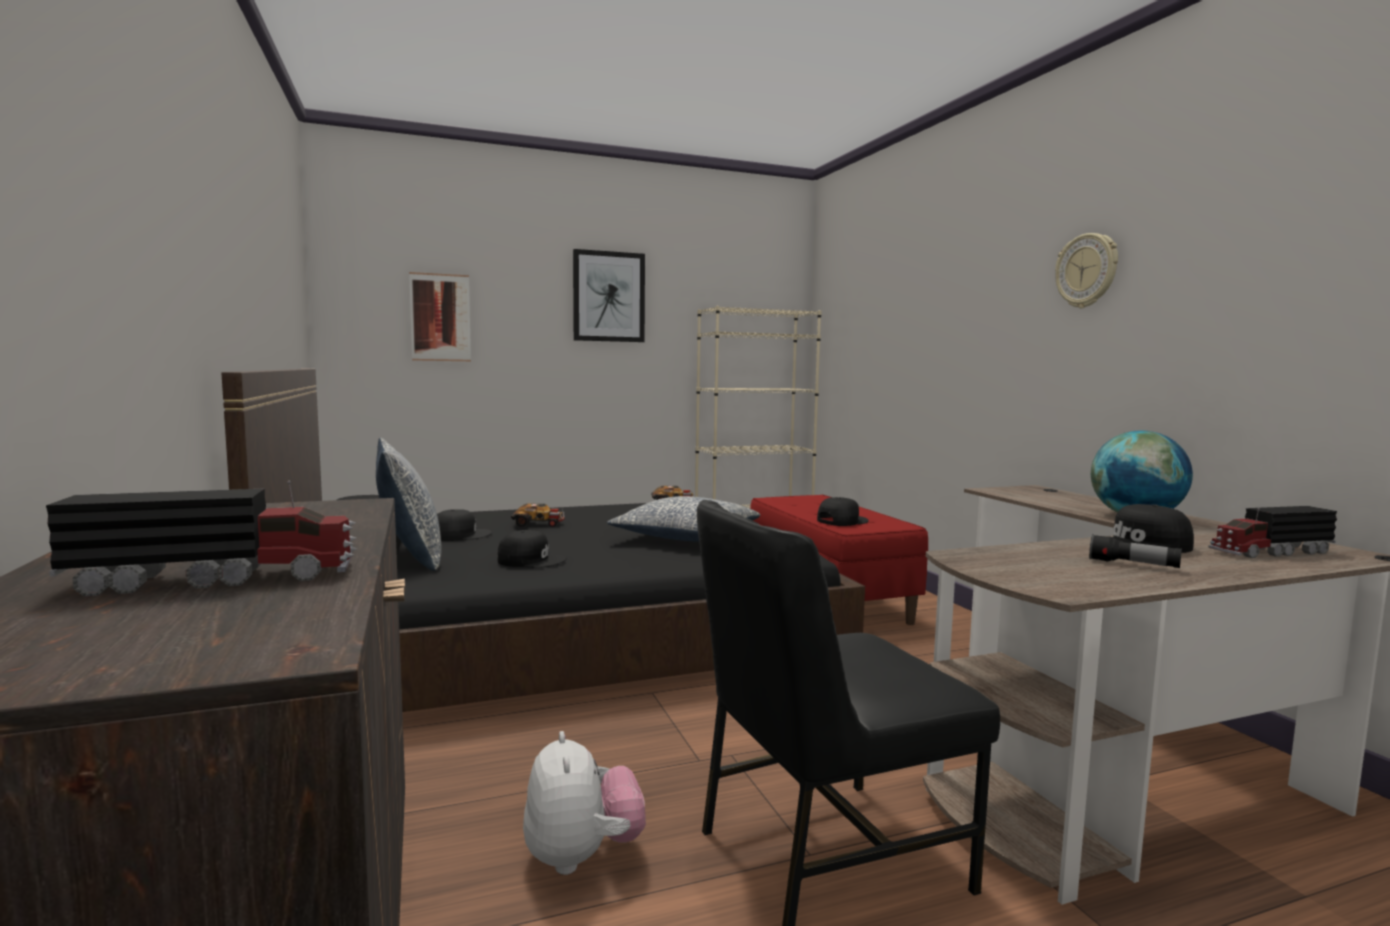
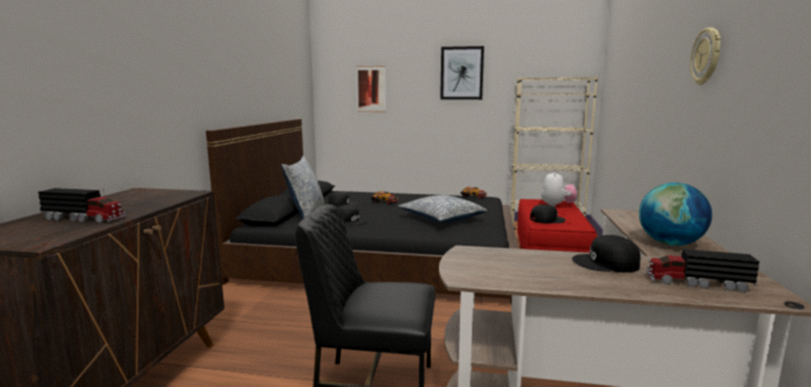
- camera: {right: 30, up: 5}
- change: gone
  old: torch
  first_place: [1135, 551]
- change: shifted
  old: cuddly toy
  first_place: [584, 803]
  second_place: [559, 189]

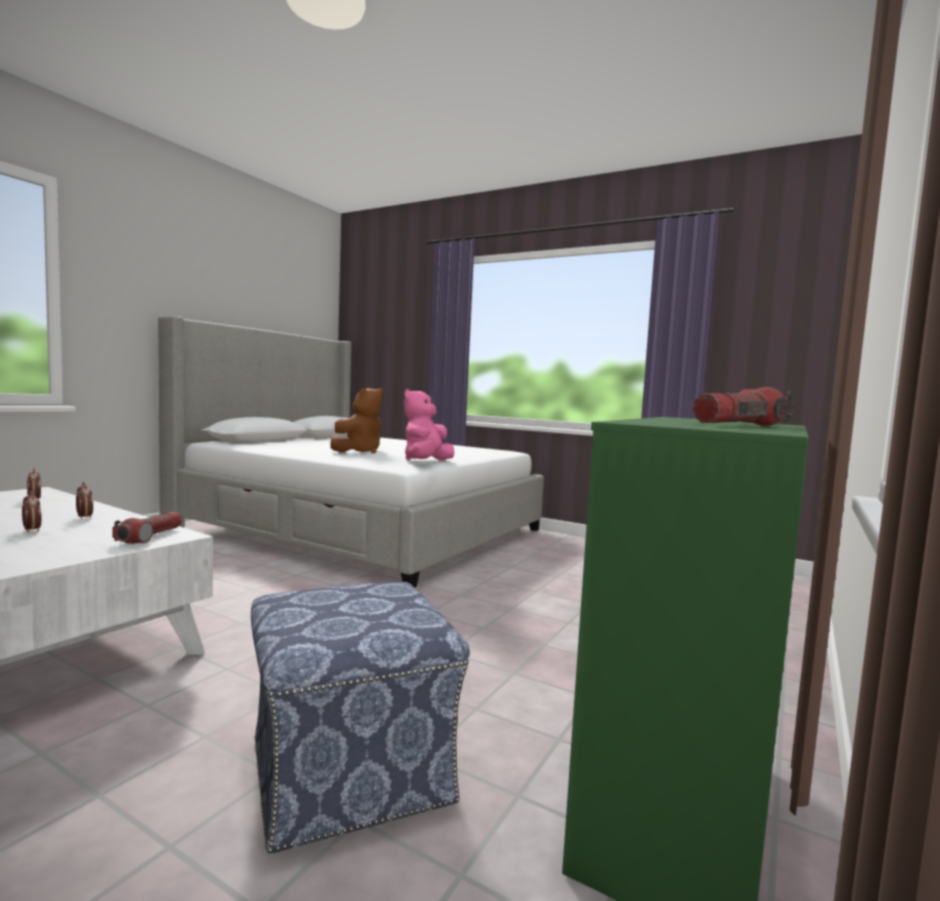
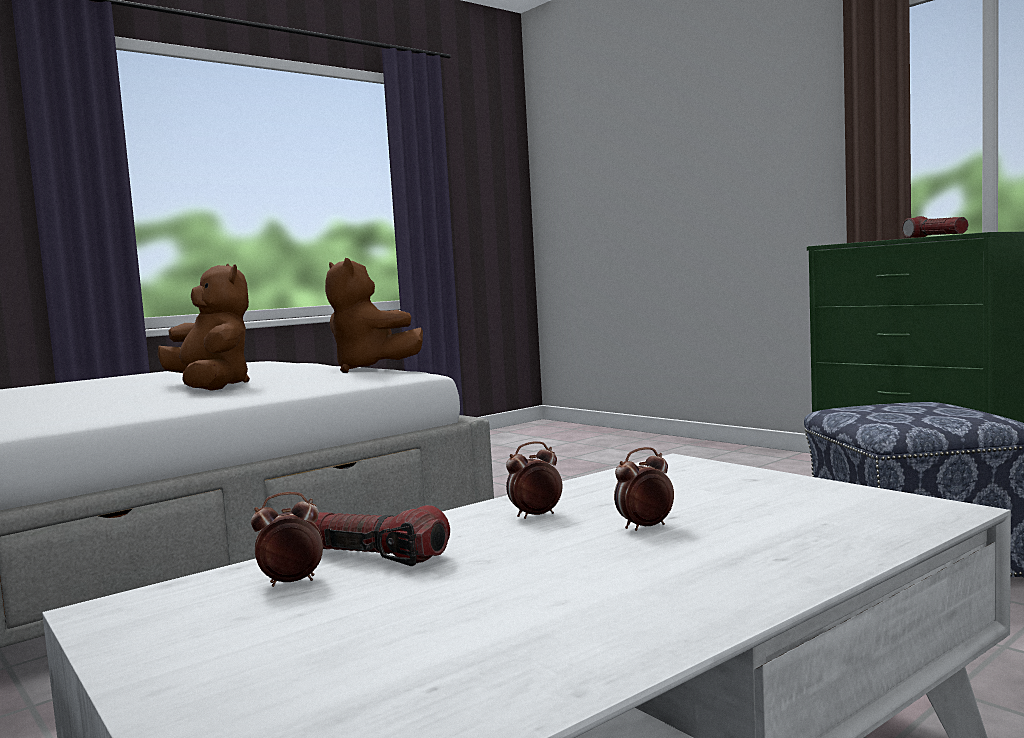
- camera: {right: -70, up: 0}
- change: shifted
  old: torch
  first_place: [147, 528]
  second_place: [382, 535]
- change: repainted
  old: pink-coloured cuddly toy
  new: brown cuddly toy
  first_place: [429, 424]
  second_place: [374, 315]

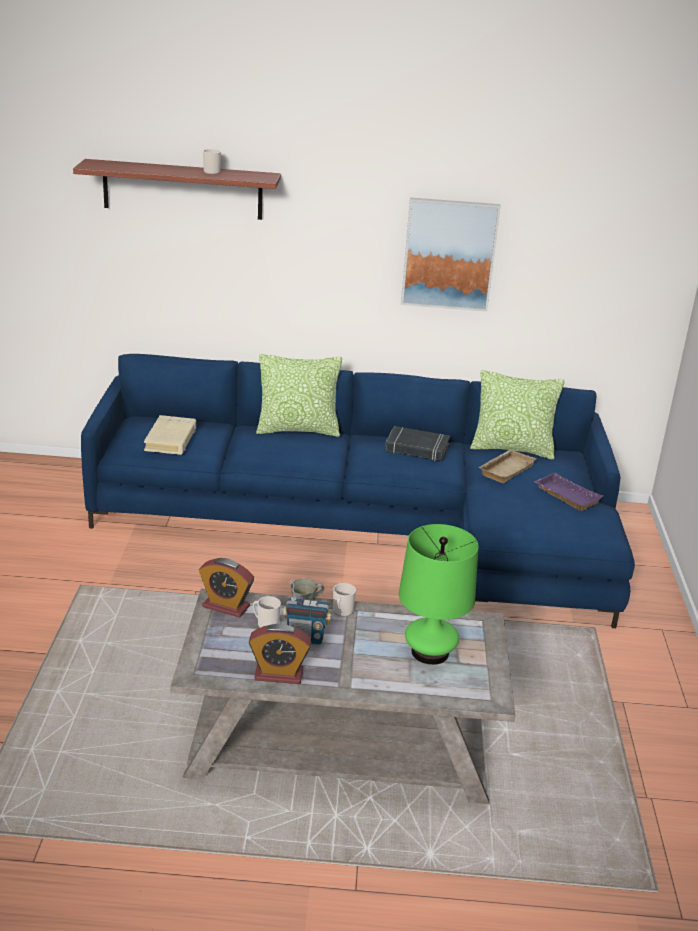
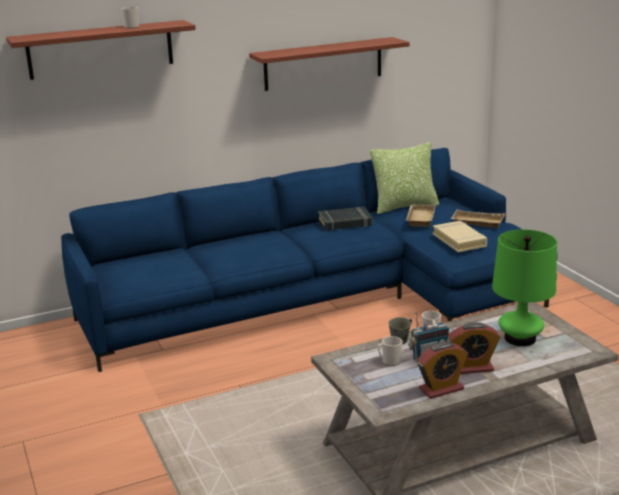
- camera: {right: -25, up: -5}
- change: gone
  old: throw pillow
  first_place: [299, 395]
- change: shifted
  old: beige-coloured volume
  first_place: [170, 435]
  second_place: [460, 236]
- change: shifted
  old: bedside clock
  first_place: [226, 588]
  second_place: [474, 348]
- change: swapped
  old: wall picture
  new: shelf
  first_place: [451, 254]
  second_place: [329, 64]
- change: repainted
  old: purplish tray
  new: beige-coloured tray
  first_place: [568, 491]
  second_place: [478, 218]

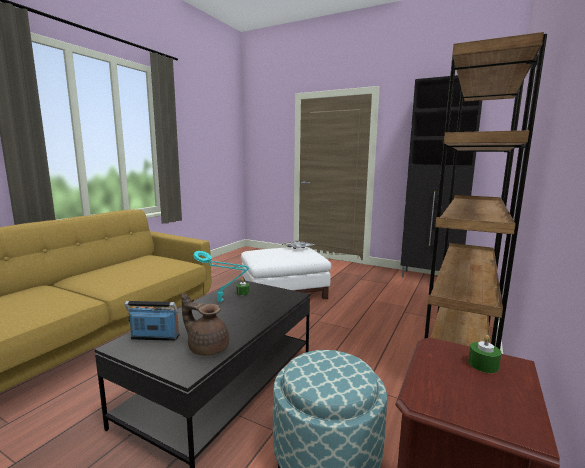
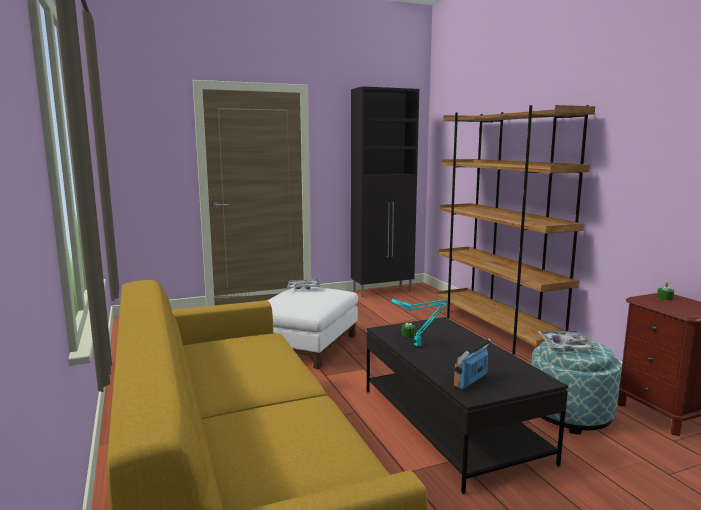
- camera: {right: -50, up: 0}
- change: gone
  old: brown pot for tea
  first_place: [205, 324]
- change: new
  new: tray
  second_place: [567, 341]

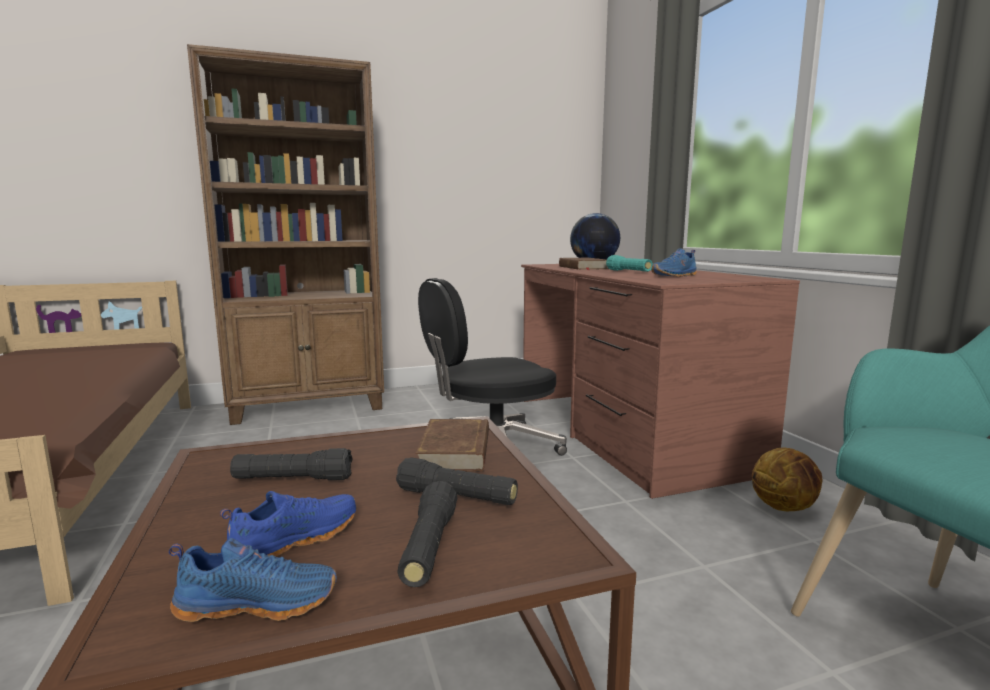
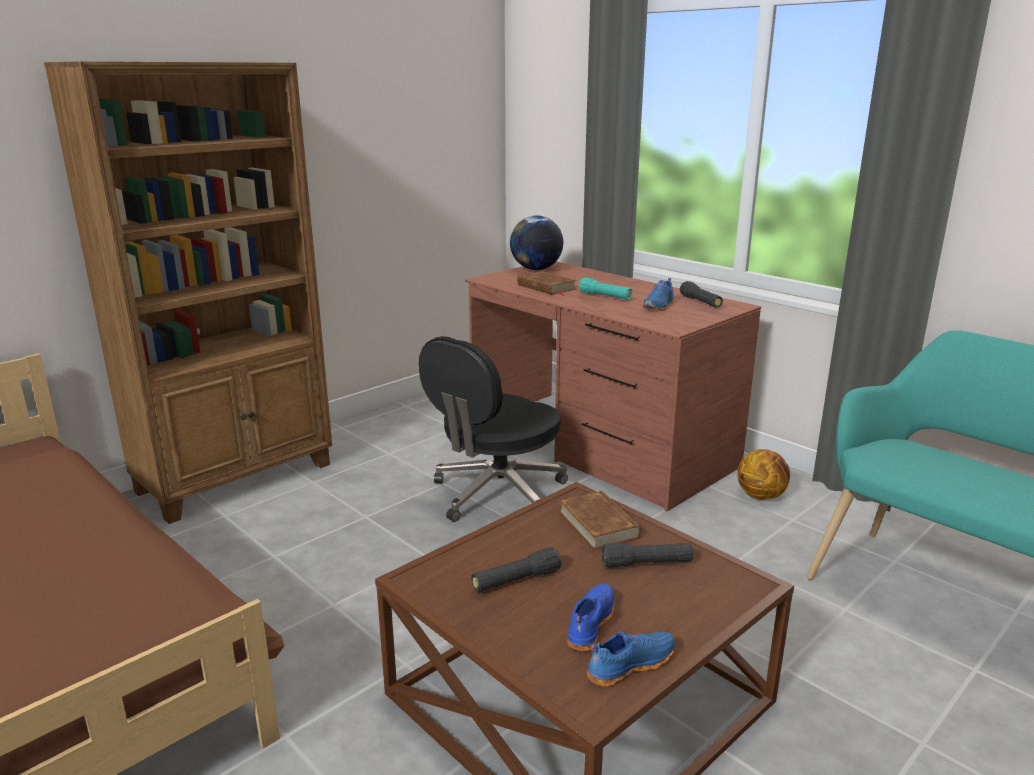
- camera: {right: -25, up: 10}
- change: shifted
  old: blackish torch
  first_place: [427, 534]
  second_place: [701, 294]

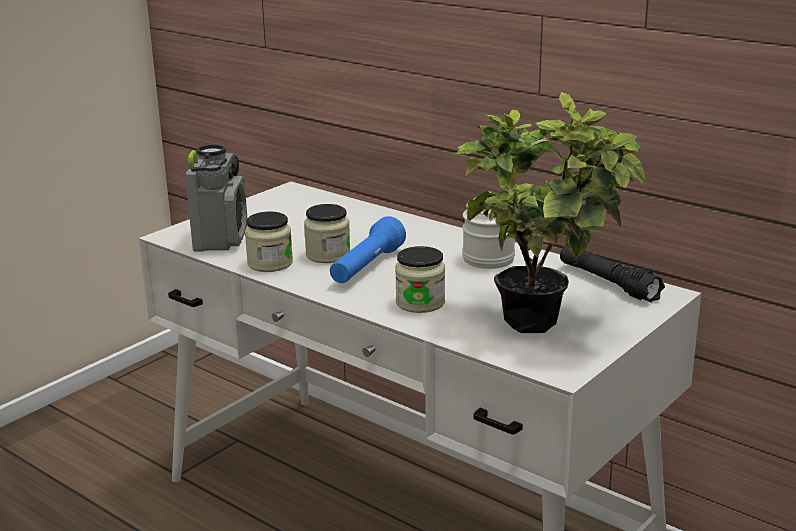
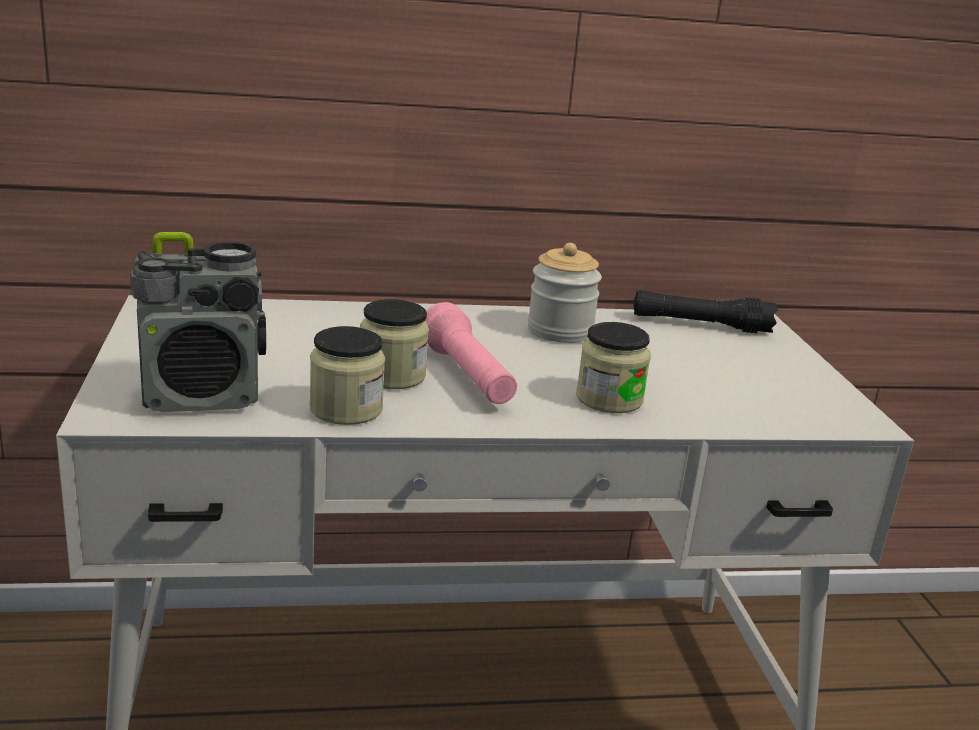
- camera: {right: -50, up: 0}
- change: gone
  old: plant in a pot
  first_place: [550, 212]
- change: repainted
  old: blue torch
  new: pink-coloured torch
  first_place: [368, 249]
  second_place: [471, 353]
- change: rotated
  old: radio receiver
  first_place: [216, 198]
  second_place: [198, 322]
  degrees: 120

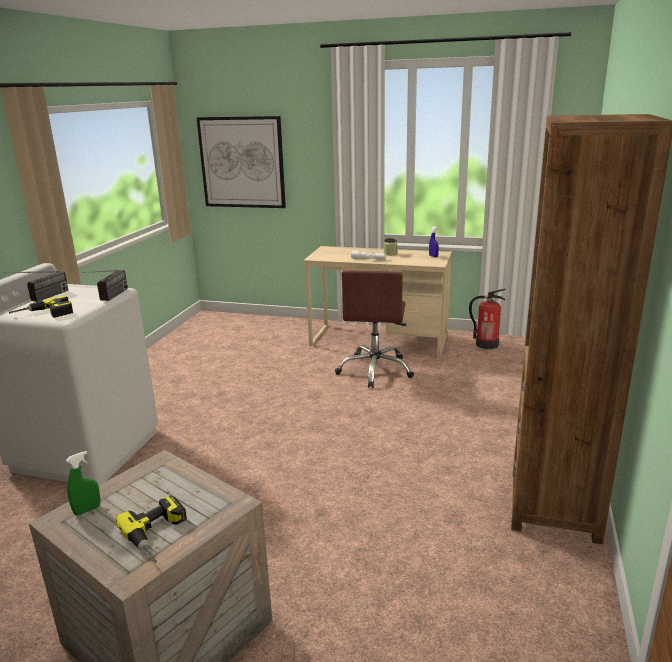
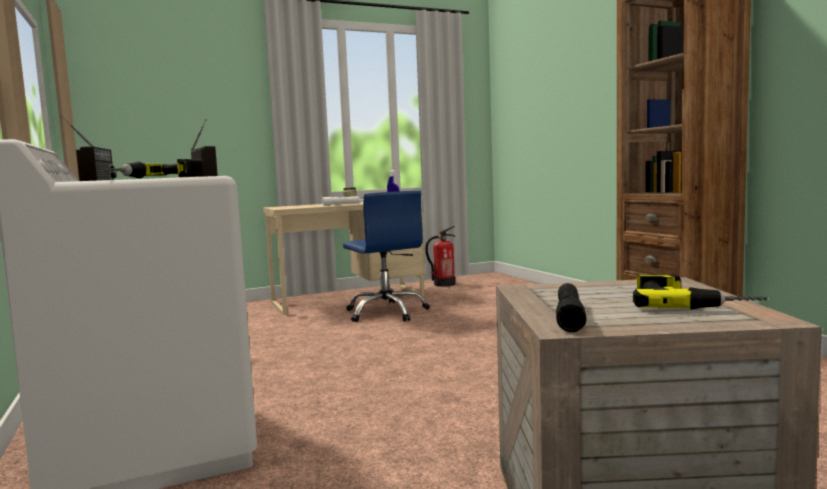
- camera: {right: -40, up: -15}
- change: gone
  old: wall picture
  first_place: [241, 162]
- change: swapped
  old: greenish sprayer
  new: blackish torch
  first_place: [83, 483]
  second_place: [571, 307]
- change: repainted
  old: brown desk chair
  new: blue desk chair
  first_place: [374, 329]
  second_place: [386, 256]

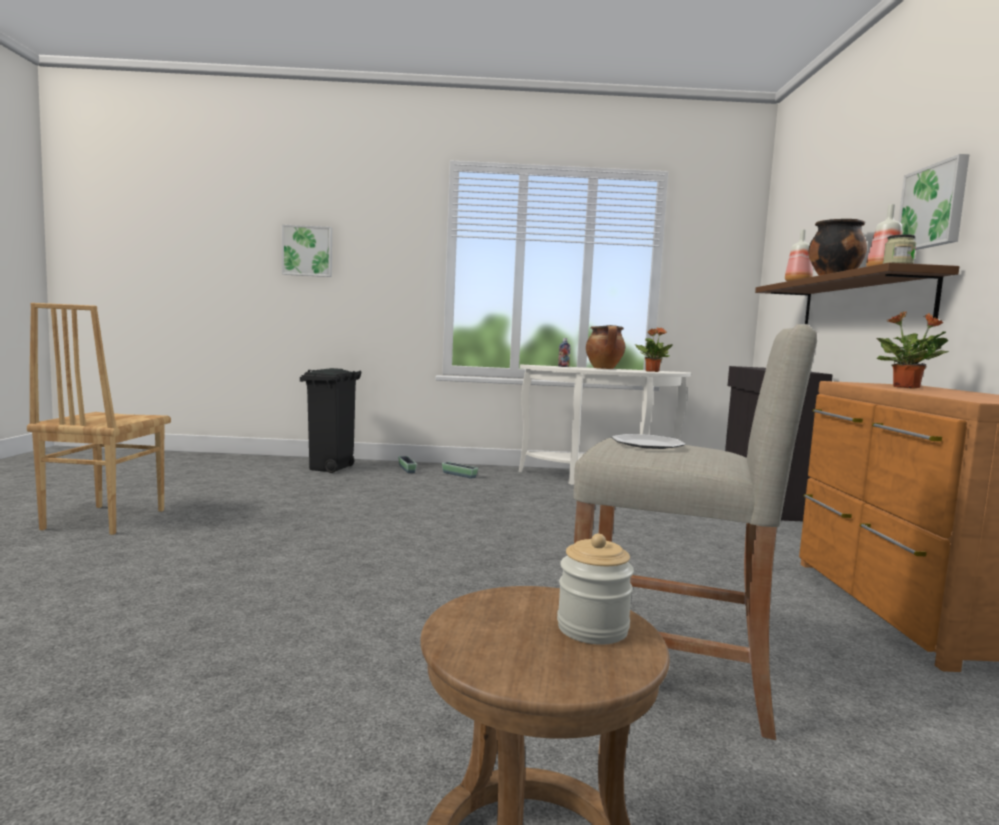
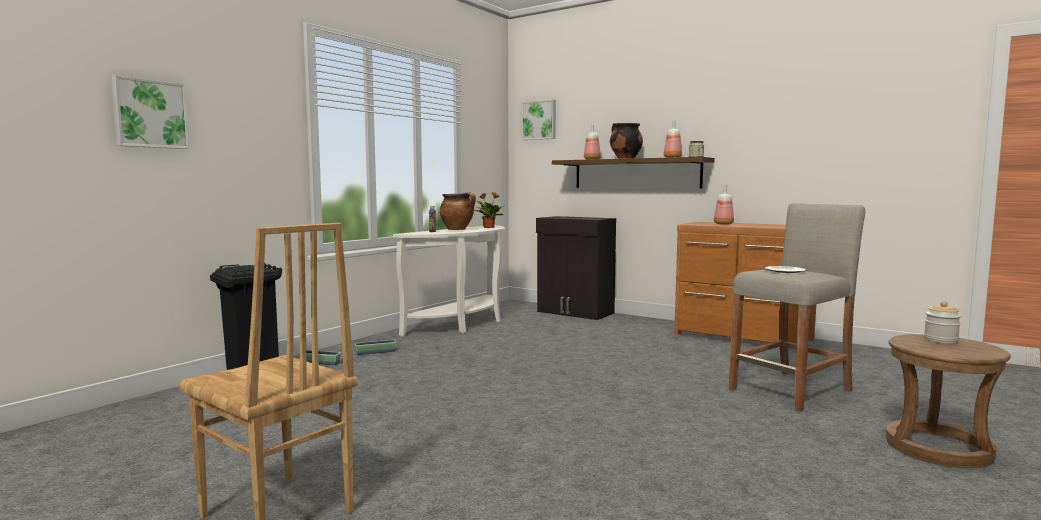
- camera: {right: -55, up: 0}
- change: shifted
  old: wall picture
  first_place: [934, 202]
  second_place: [539, 120]
- change: swapped
  old: plant in a pot
  new: bottle
  first_place: [913, 349]
  second_place: [724, 205]

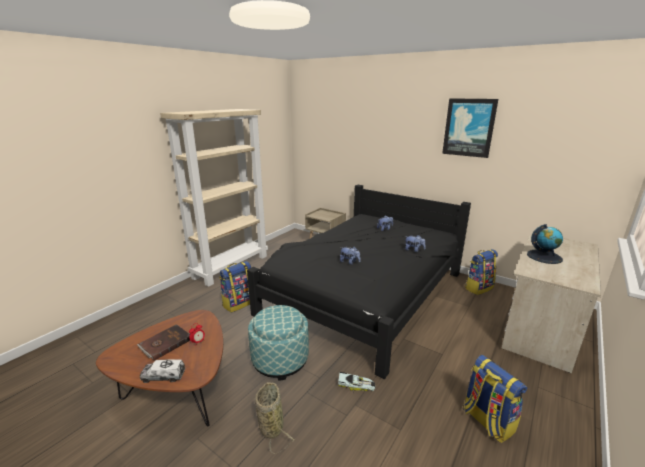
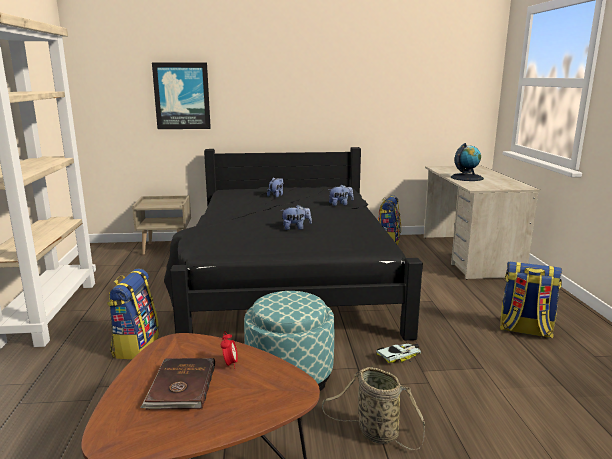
- camera: {right: -40, up: -5}
- change: gone
  old: toy lorry
  first_place: [162, 371]
- change: shifted
  old: wall picture
  first_place: [470, 128]
  second_place: [181, 96]

